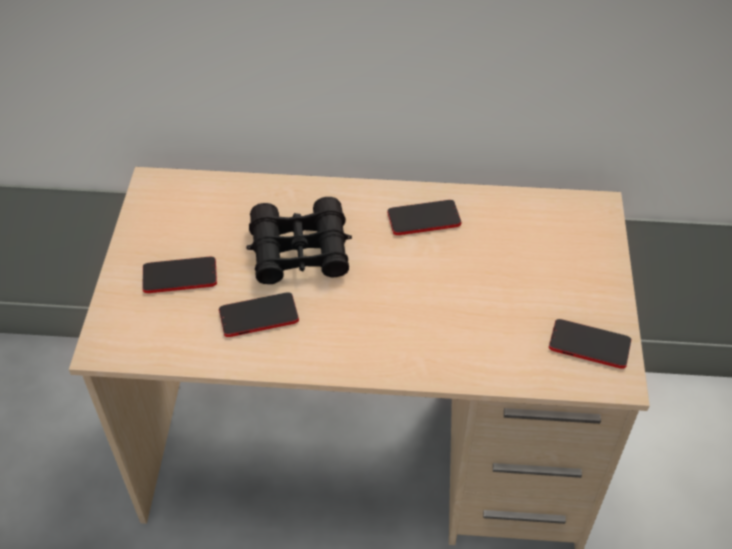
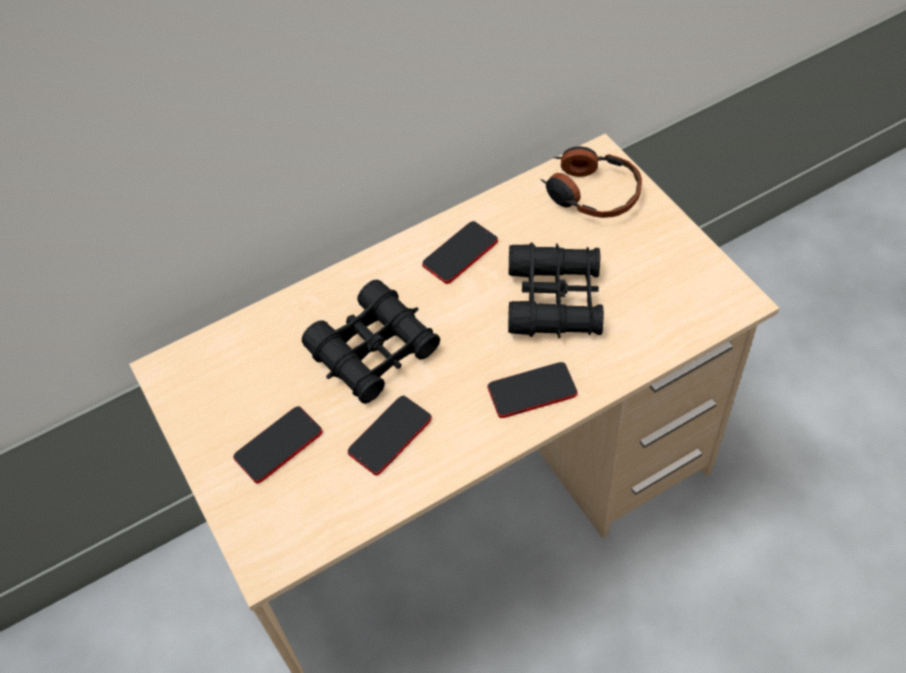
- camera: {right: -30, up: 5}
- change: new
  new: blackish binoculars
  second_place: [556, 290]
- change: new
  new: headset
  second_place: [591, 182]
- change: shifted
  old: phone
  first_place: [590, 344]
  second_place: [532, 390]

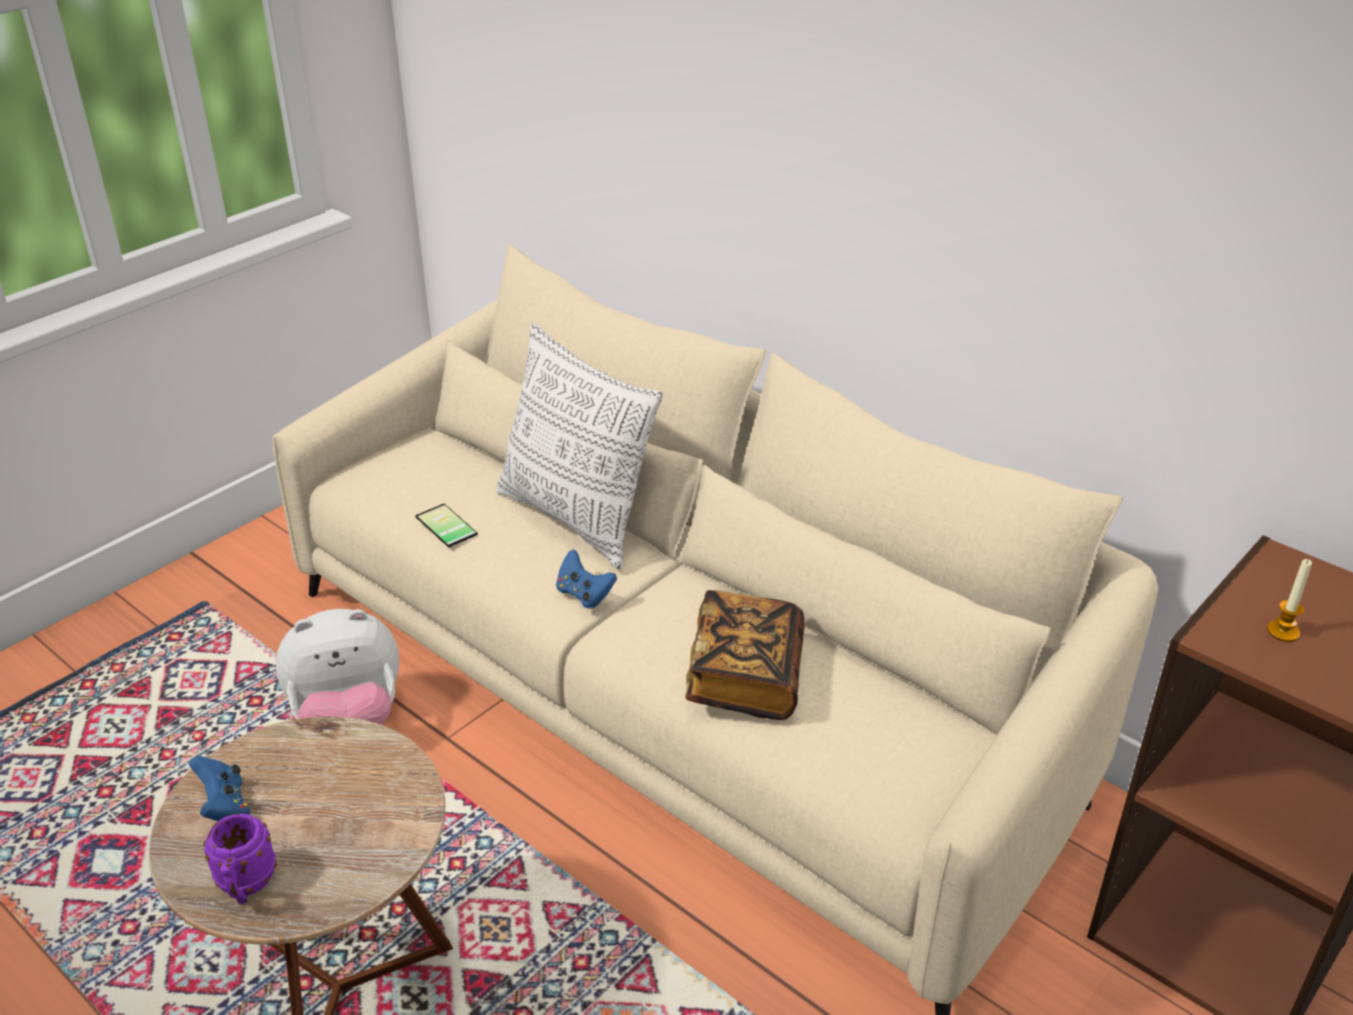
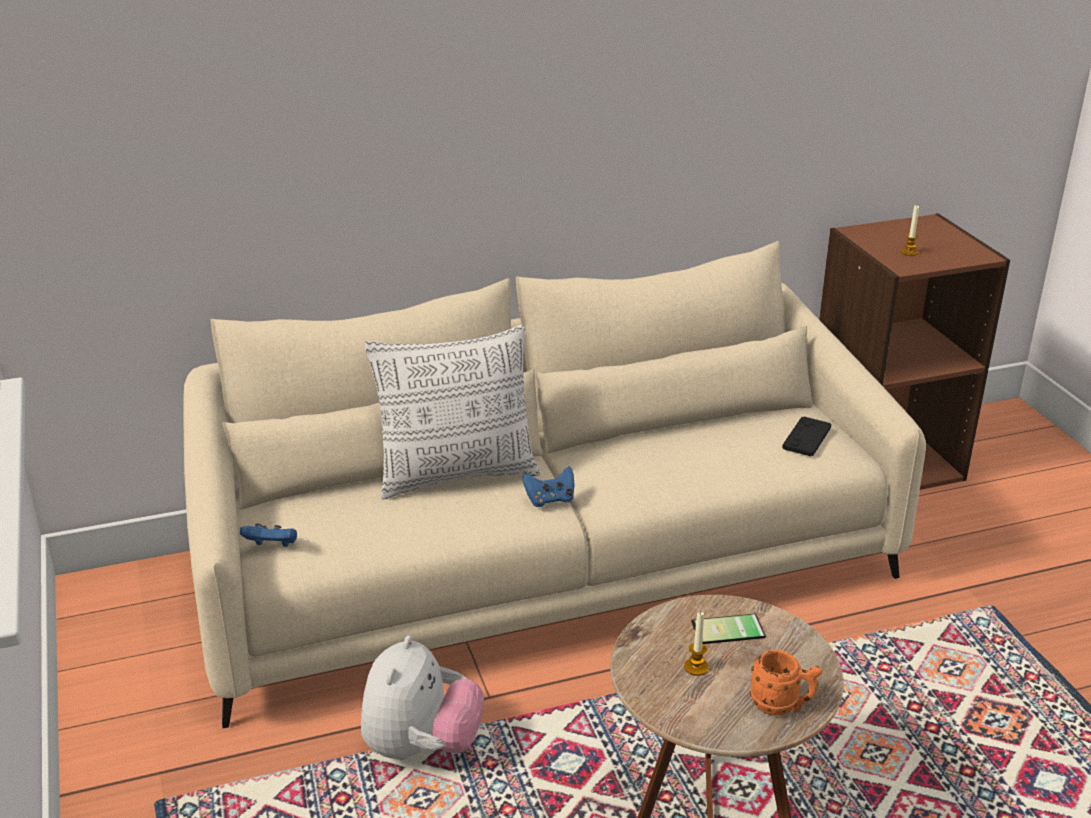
- camera: {right: -60, up: -5}
- change: gone
  old: volume
  first_place: [745, 655]
- change: new
  new: candle
  second_place: [696, 643]
- change: new
  new: blackish gamepad
  second_place: [806, 436]
- change: shifted
  old: blue gamepad
  first_place: [219, 788]
  second_place: [268, 535]
- change: shifted
  old: phone
  first_place: [446, 525]
  second_place: [728, 629]
- change: repainted
  old: purplish tea mug
  new: orange tea mug
  first_place: [240, 858]
  second_place: [786, 683]

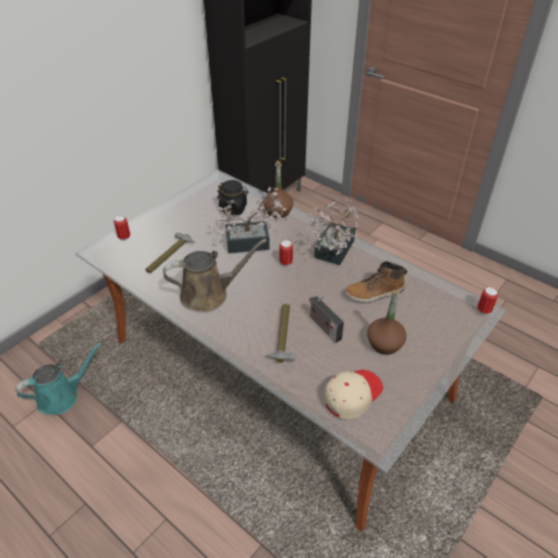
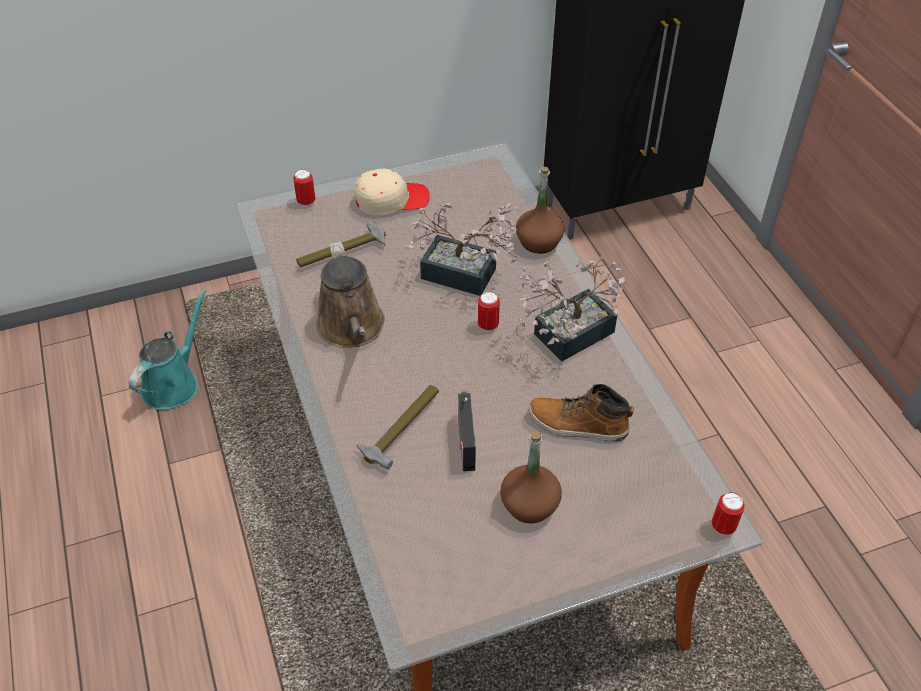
- camera: {right: 30, up: 5}
- change: gone
  old: blackish storage jar
  first_place: [233, 197]
- change: shifted
  old: beige-coloured peaked cap
  first_place: [353, 394]
  second_place: [392, 192]
- change: rotated
  old: turquoise sprinkling can
  first_place: [59, 378]
  second_place: [167, 349]
  degrees: -60
- change: rotated
  old: brown sprinkling can
  first_place: [215, 275]
  second_place: [350, 295]
  degrees: 60

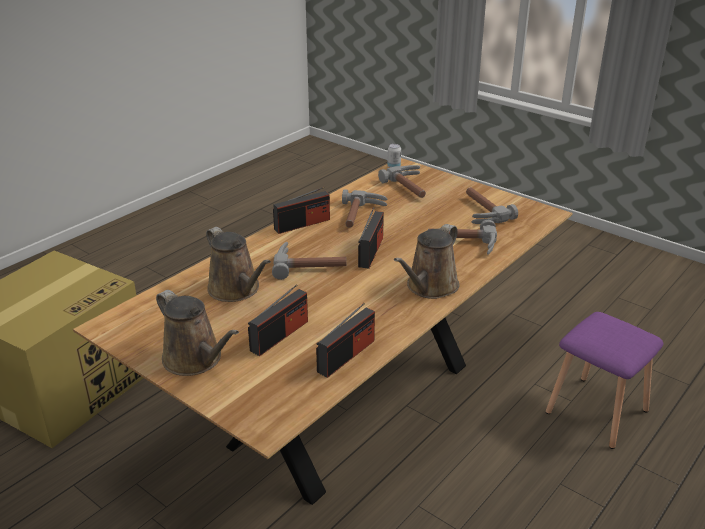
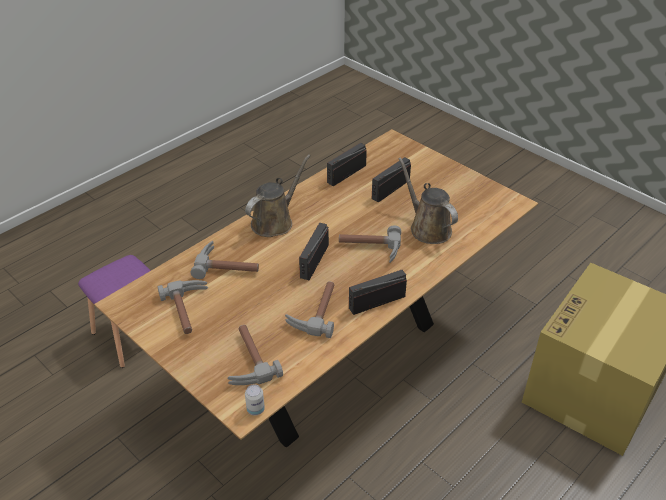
- camera: {right: -175, up: 10}
- change: gone
  old: brown sprinkling can
  first_place: [197, 333]

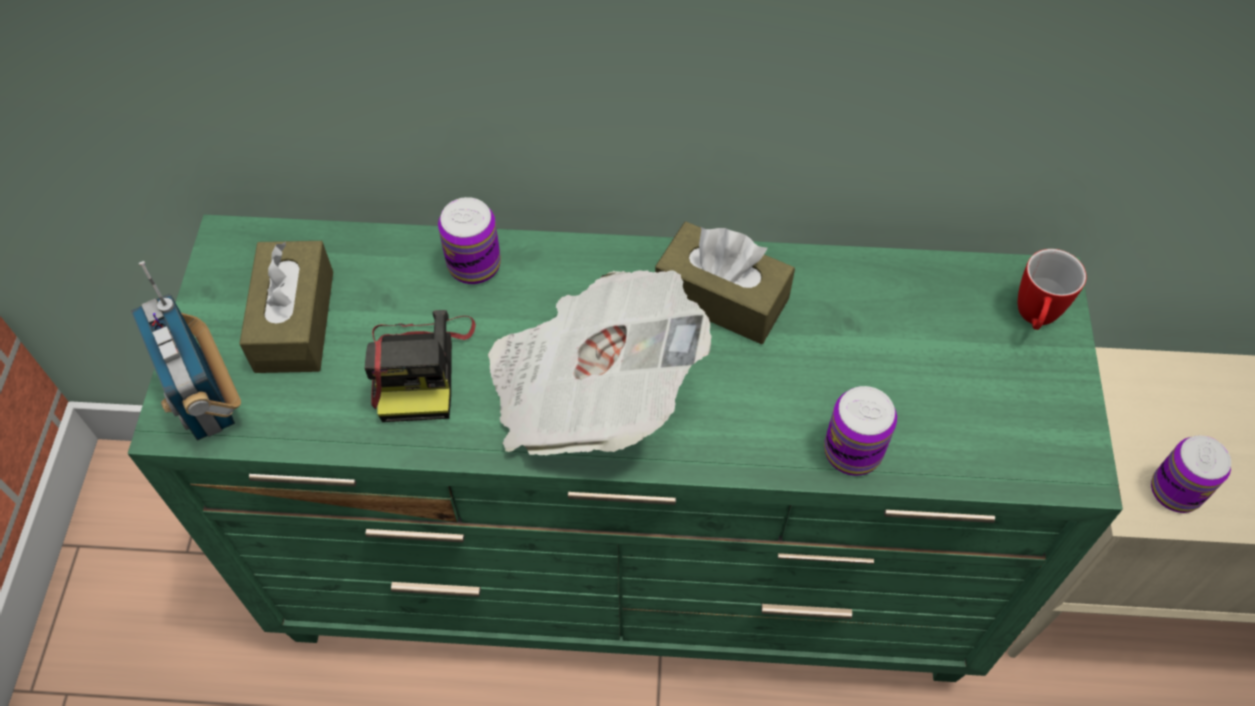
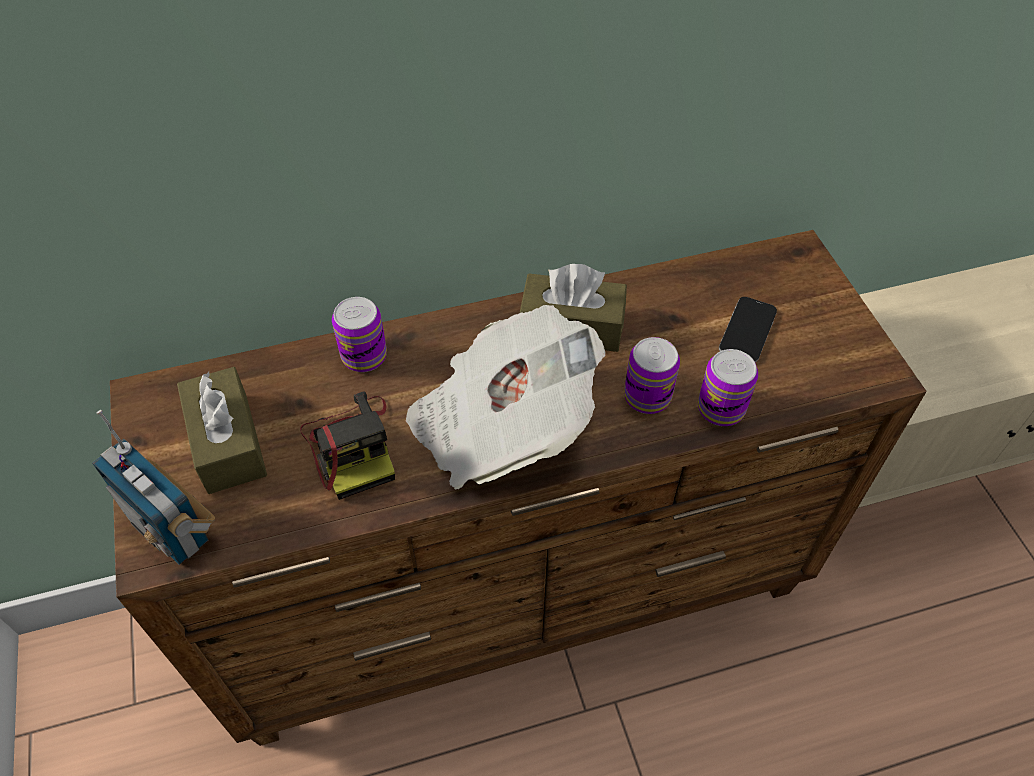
- camera: {right: -20, up: -5}
- change: gone
  old: tea mug
  first_place: [1052, 289]
- change: new
  new: phone
  second_place: [748, 329]
- change: shifted
  old: can
  first_place: [1191, 474]
  second_place: [652, 375]
- change: repainted
  old: greenish dresser
  new: brown dresser
  first_place: [625, 448]
  second_place: [518, 488]

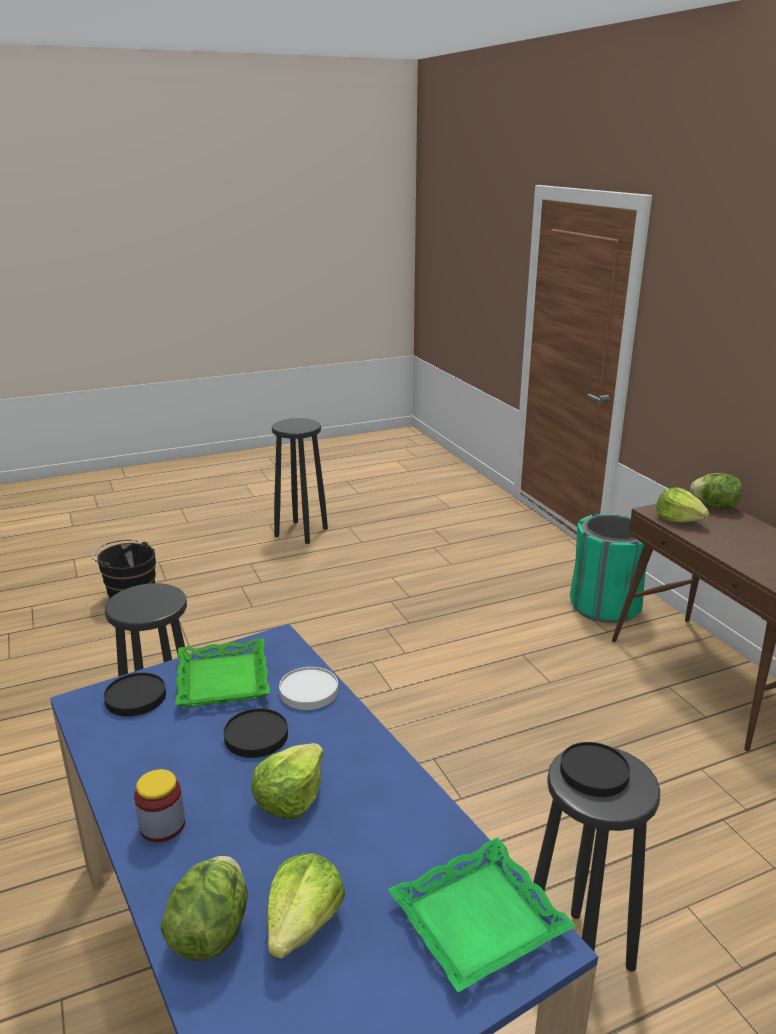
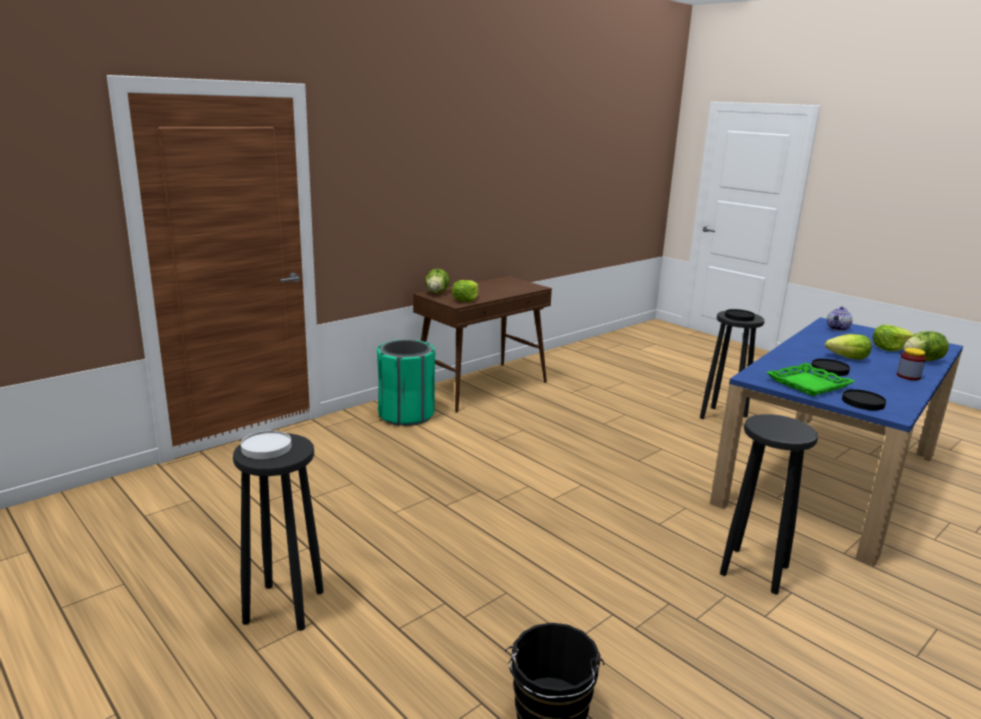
- camera: {right: -110, up: -5}
- change: shifted
  old: white-coloured plate
  first_place: [308, 688]
  second_place: [266, 445]
- change: swapped
  old: greenish tray
  new: pot for tea
  first_place: [482, 914]
  second_place: [840, 318]

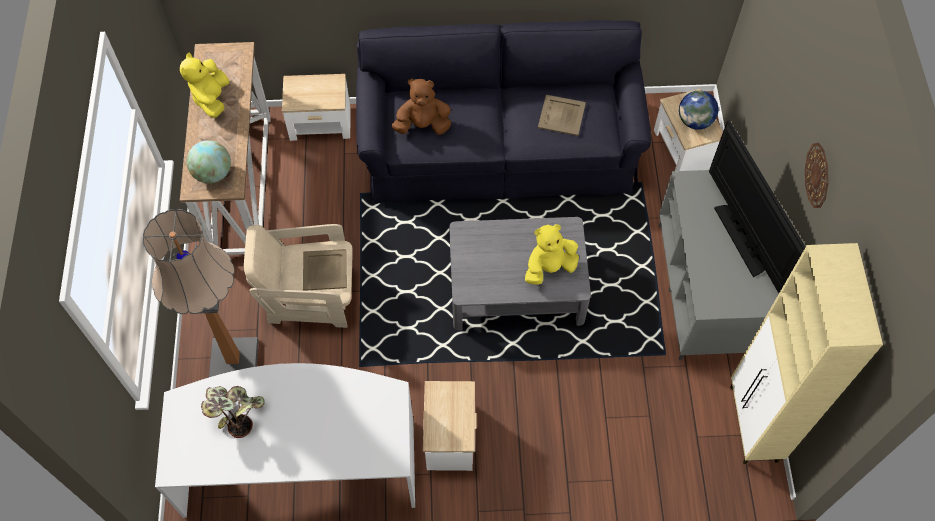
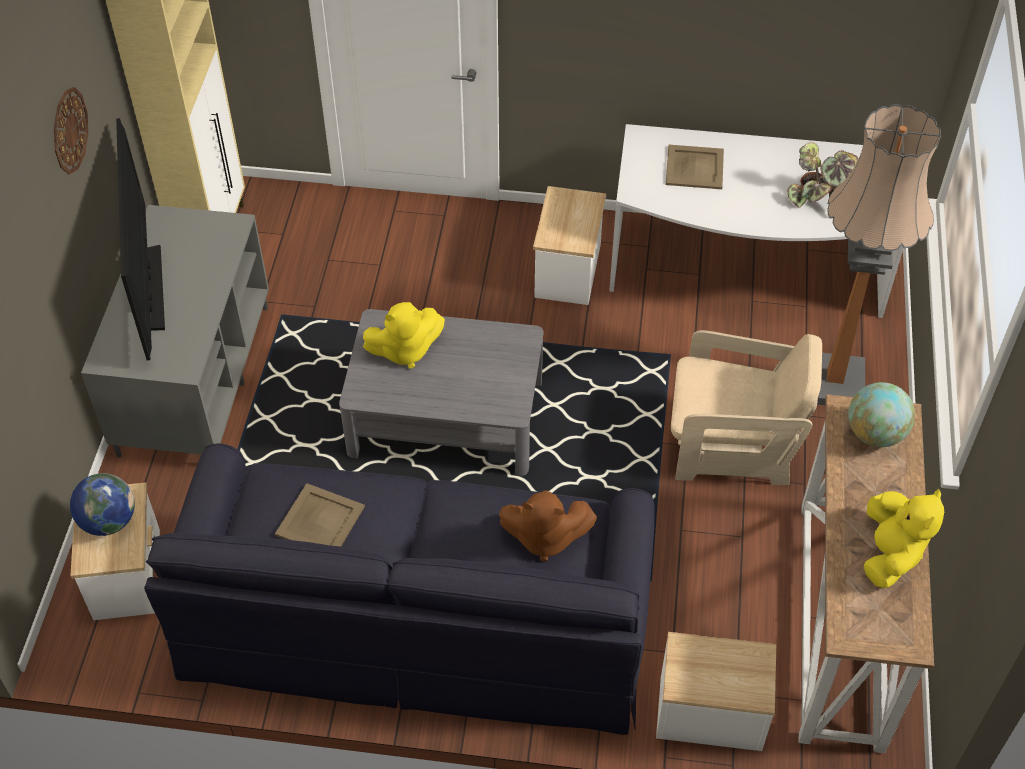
- camera: {right: -170, up: -10}
- change: shifted
  old: beige-coloured tray
  first_place: [325, 270]
  second_place: [695, 167]

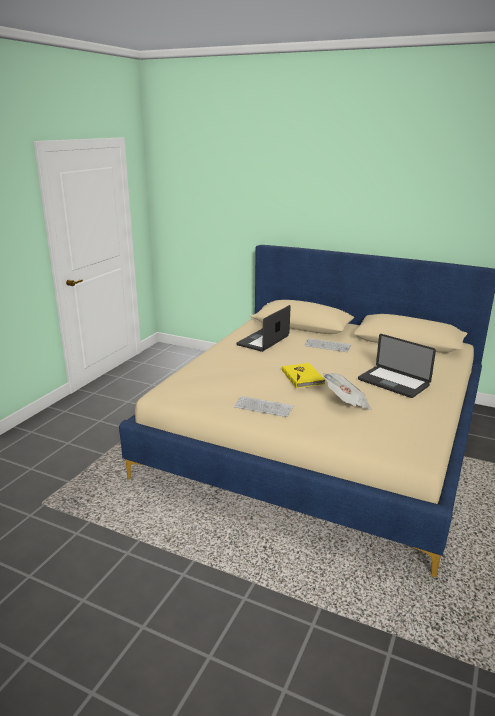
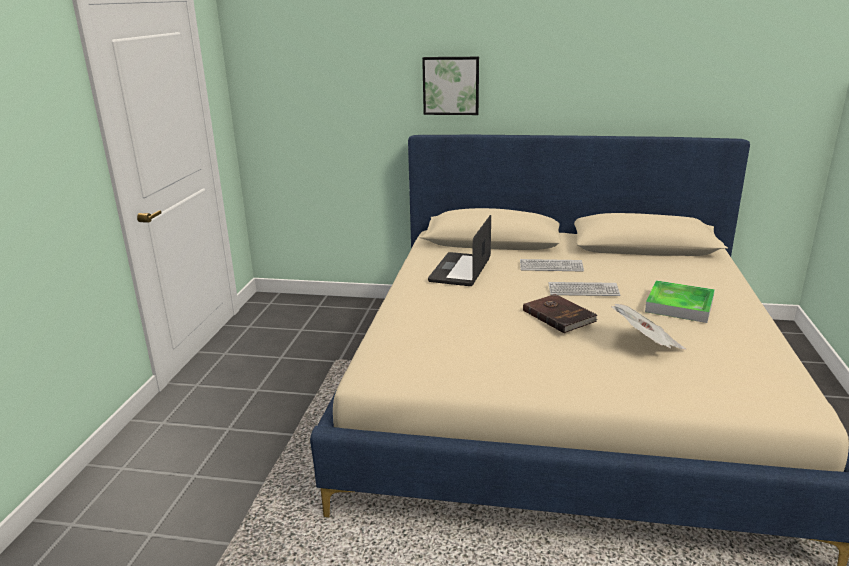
- camera: {right: -15, up: 0}
- change: new
  new: wall picture
  second_place: [450, 86]
- change: shifted
  old: keyboard
  first_place: [263, 406]
  second_place: [584, 289]
- change: swapped
  old: portable computer
  new: tray
  first_place: [397, 366]
  second_place: [680, 301]
- change: repainted
  old: yellow volume
  new: brown volume
  first_place: [303, 375]
  second_place: [560, 313]

